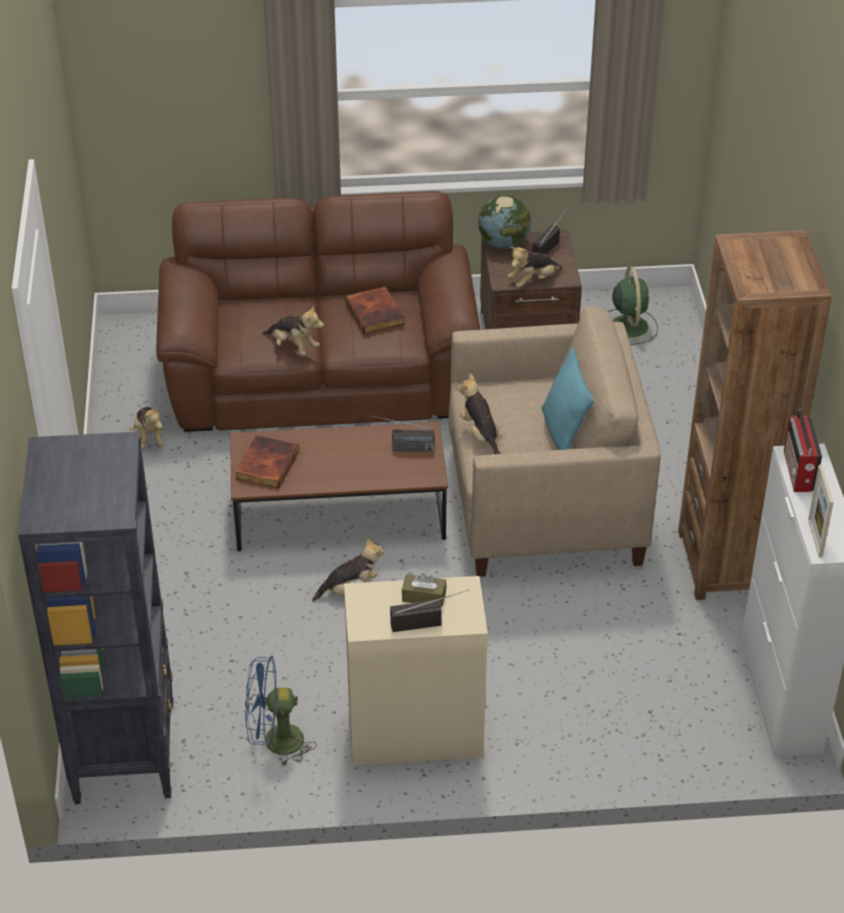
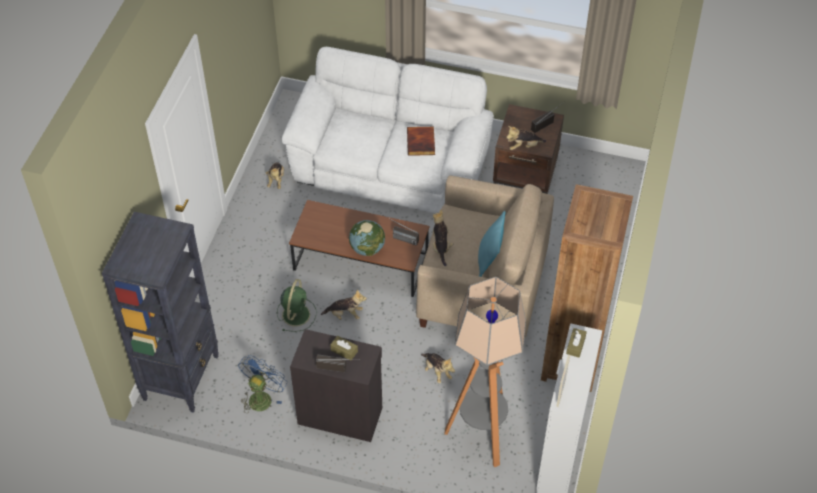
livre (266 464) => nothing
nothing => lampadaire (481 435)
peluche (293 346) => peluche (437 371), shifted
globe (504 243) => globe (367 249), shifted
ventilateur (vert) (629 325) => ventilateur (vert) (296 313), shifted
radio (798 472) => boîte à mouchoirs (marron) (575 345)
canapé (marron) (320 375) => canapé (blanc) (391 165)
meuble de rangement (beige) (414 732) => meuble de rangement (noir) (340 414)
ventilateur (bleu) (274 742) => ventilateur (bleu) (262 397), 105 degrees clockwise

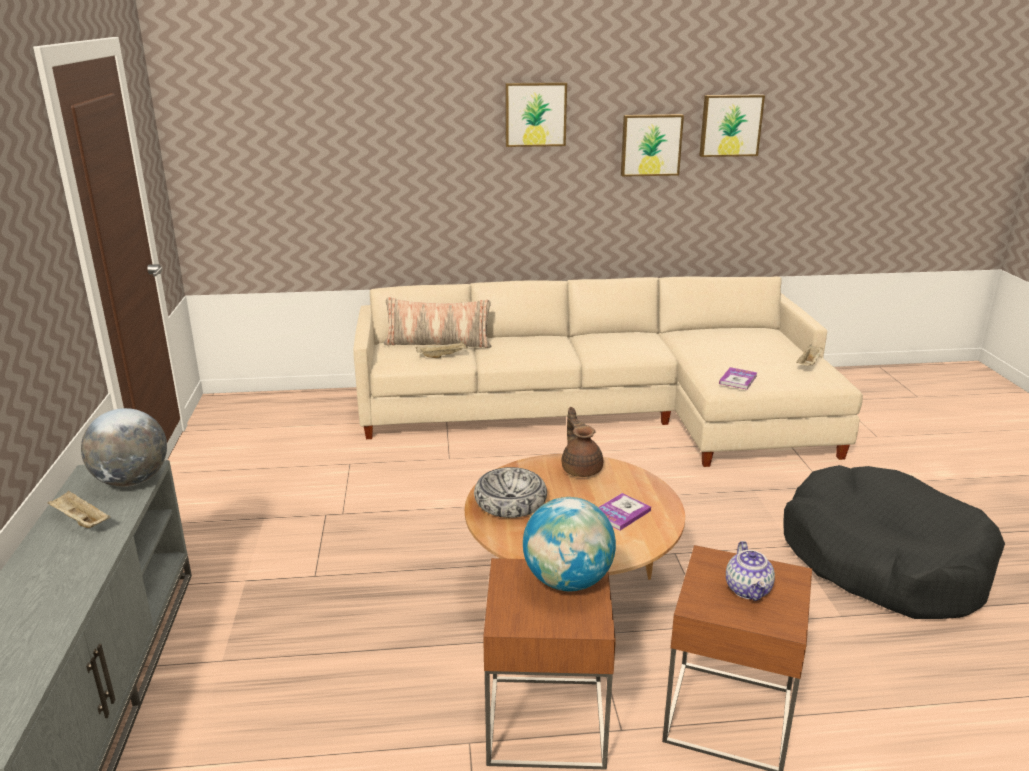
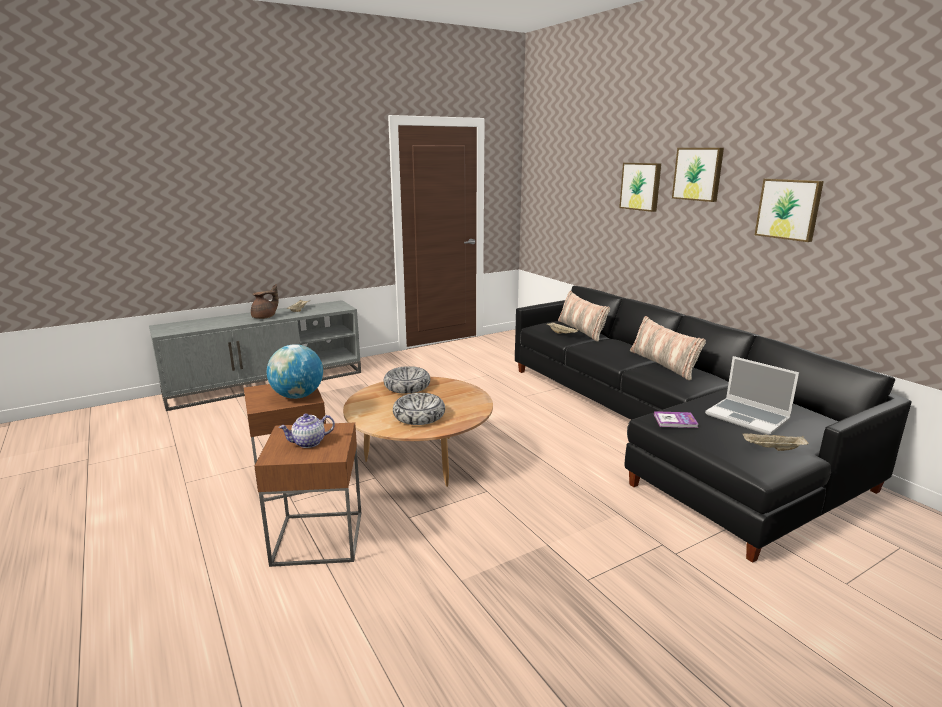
globe (131 481) => nothing
panier pour chien (noir) (883 561) => nothing
nothing => coussin (663 364)
nothing => ordinateur portable (748 417)
théière (marron) (581 468) => théière (marron) (265 317), shifted
tableau (730 125) => tableau (641 186), shifted
livre (621 513) => bol (419 416)
canapé (beige) (611 411) => canapé (noir) (667 431)

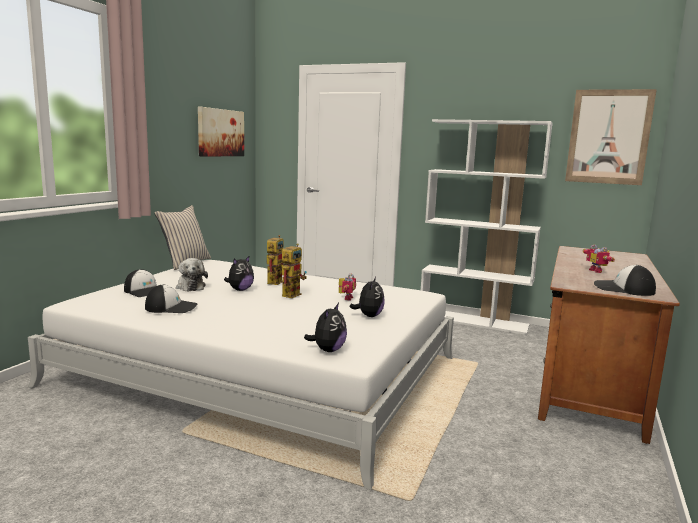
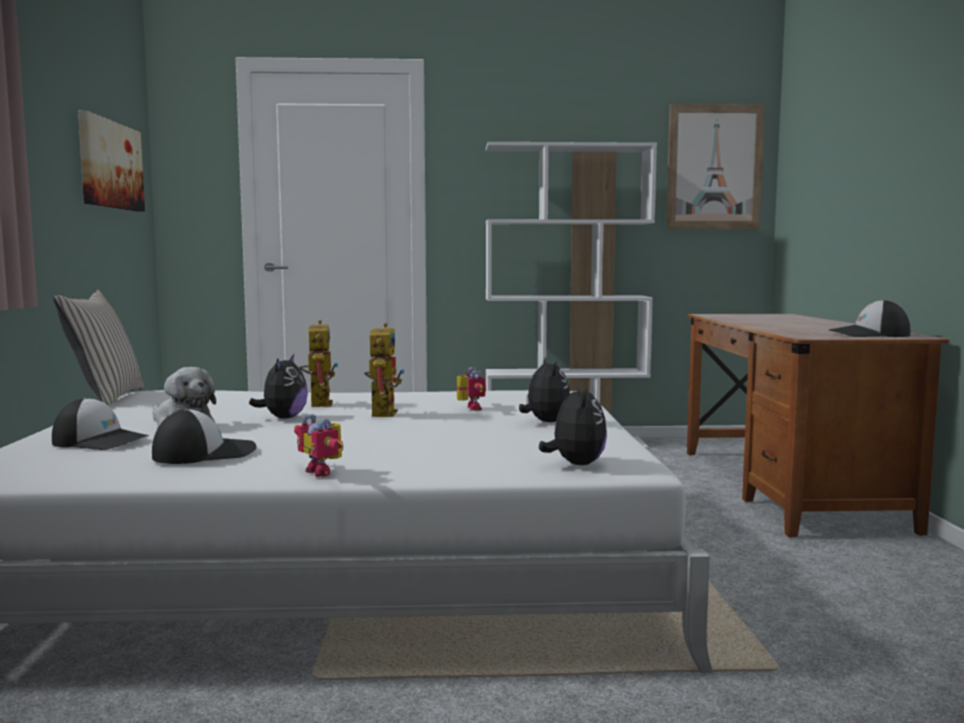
robot jouet (598 271) => robot jouet (324 471), shifted

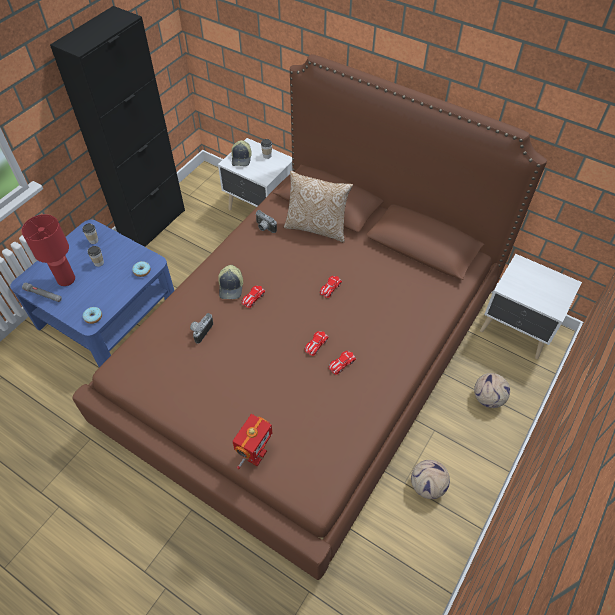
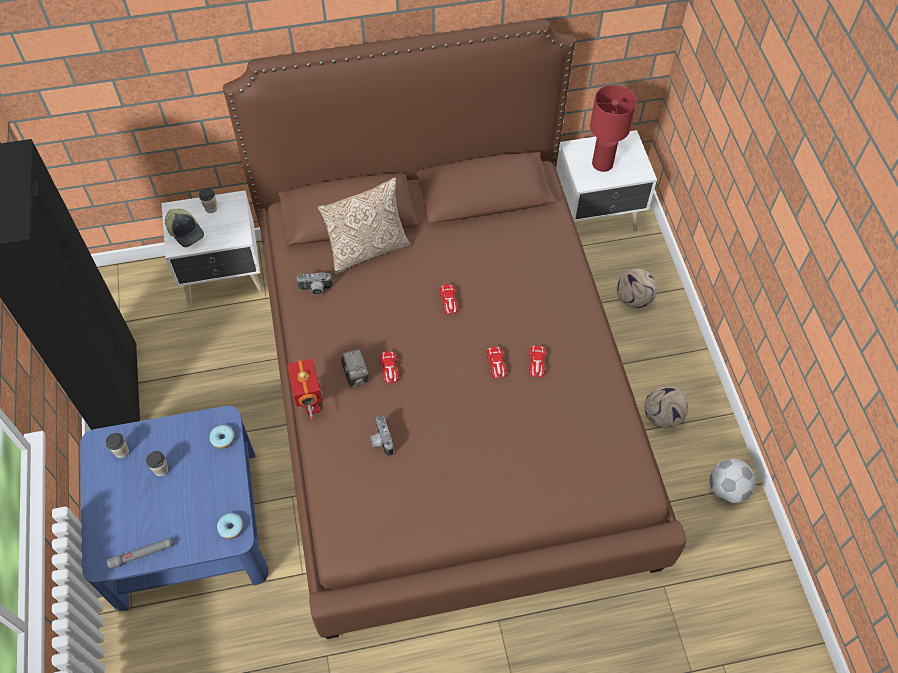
nothing => ballon de foot (727 490)
lampe de table (rouge) (66 280) => lampe de table (rouge) (603 164), shifted
robot jouet (256 455) => robot jouet (310 405), shifted
casquette (231 287) => appareil photo (356 375)

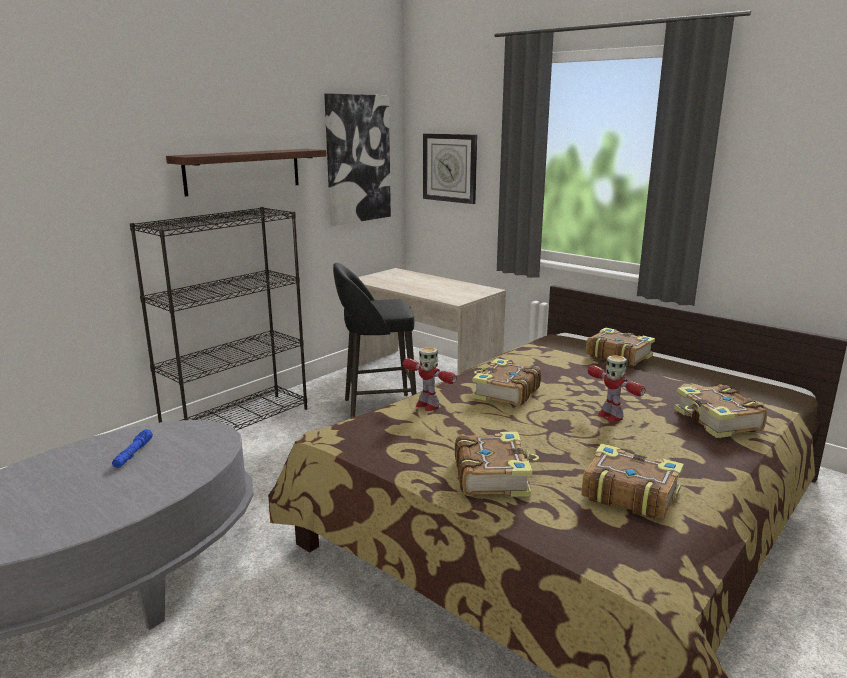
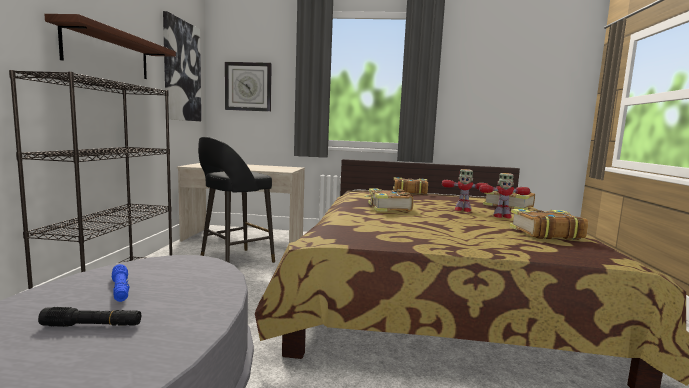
livre (493 476) => nothing
nothing => lampe de poche (noir) (92 325)
robot jouet (427 405) => robot jouet (501 216), shifted

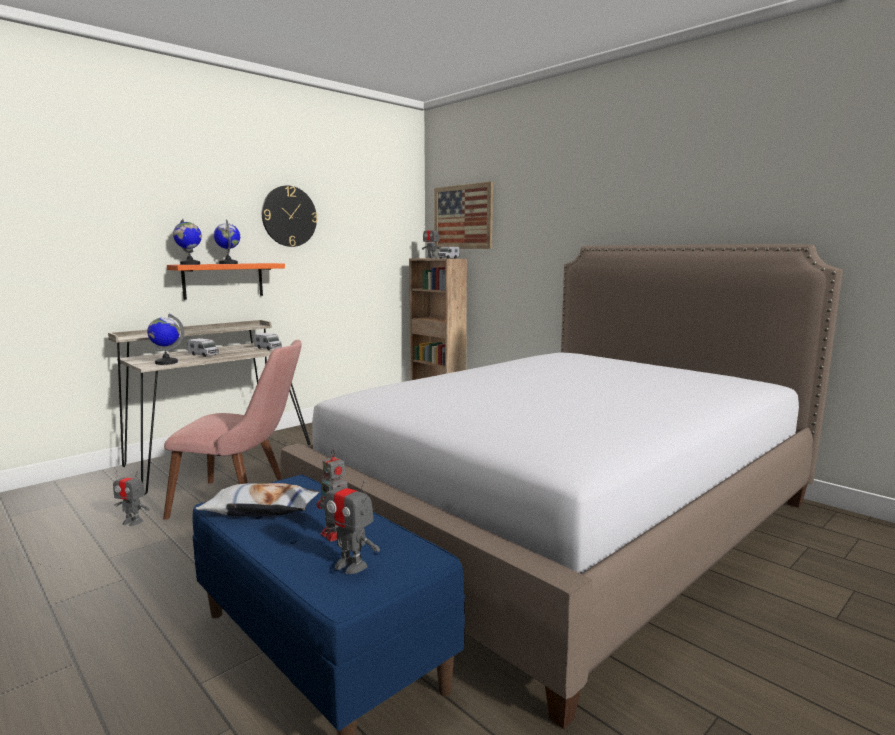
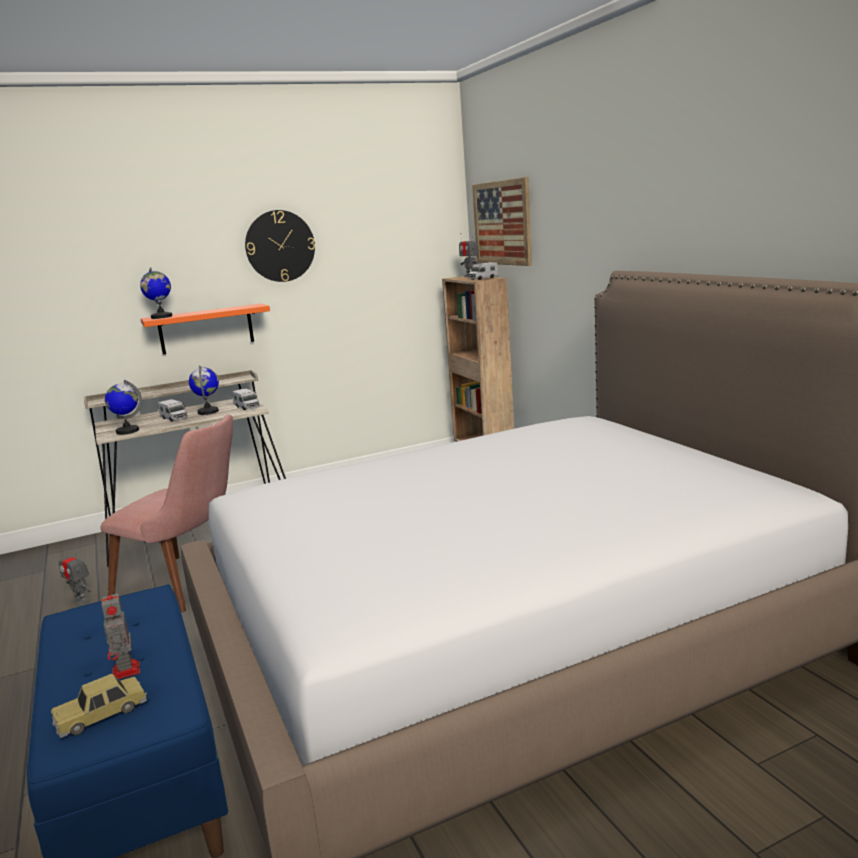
coussin (261 509) => nothing
globe (228 263) => globe (208 412), shifted
robot jouet (351 565) => petite voiture (102 715)

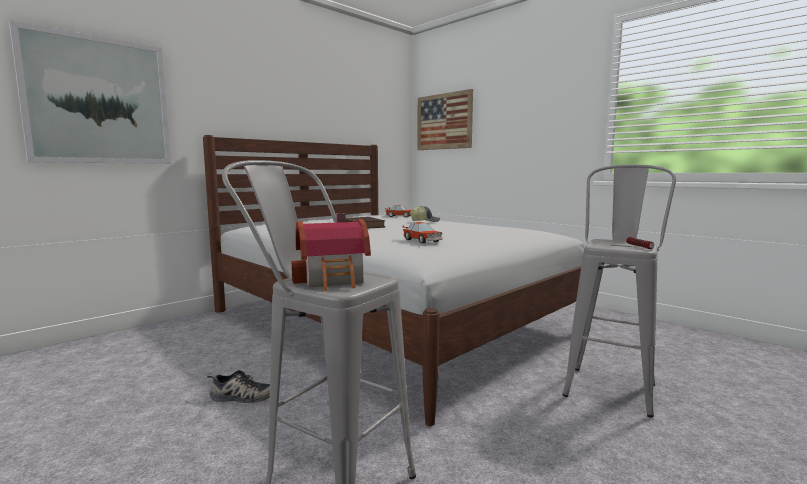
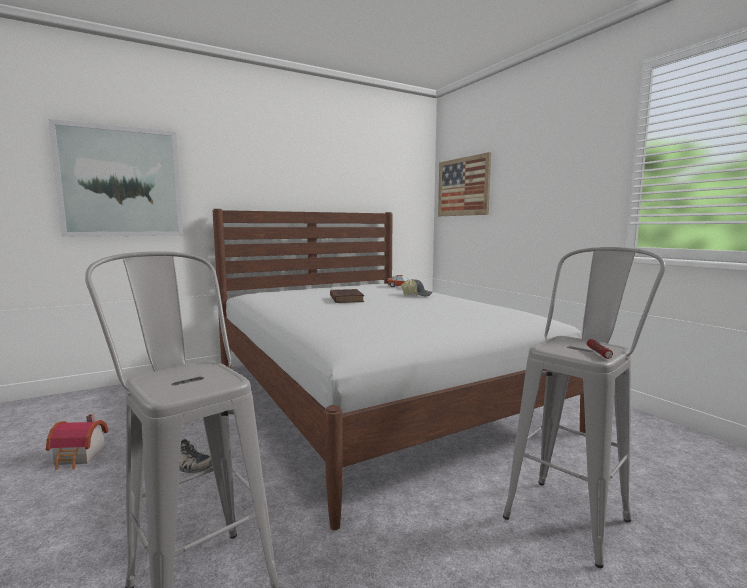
petite voiture (422 241) => nothing
maison miniature (335 280) => maison miniature (79 457), shifted

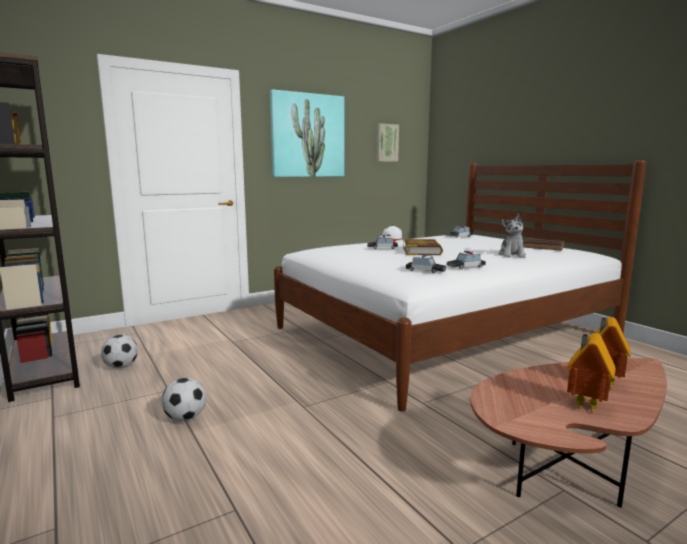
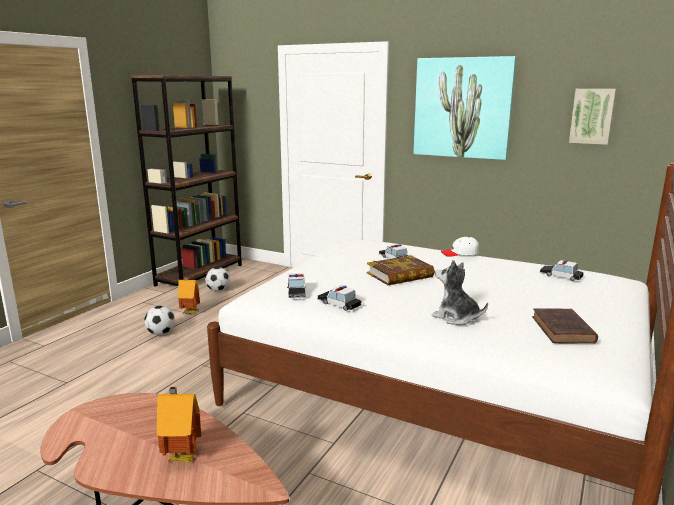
maison miniature (584 406) => maison miniature (190 312), shifted
peluche (512 255) => peluche (456 318), 60 degrees clockwise

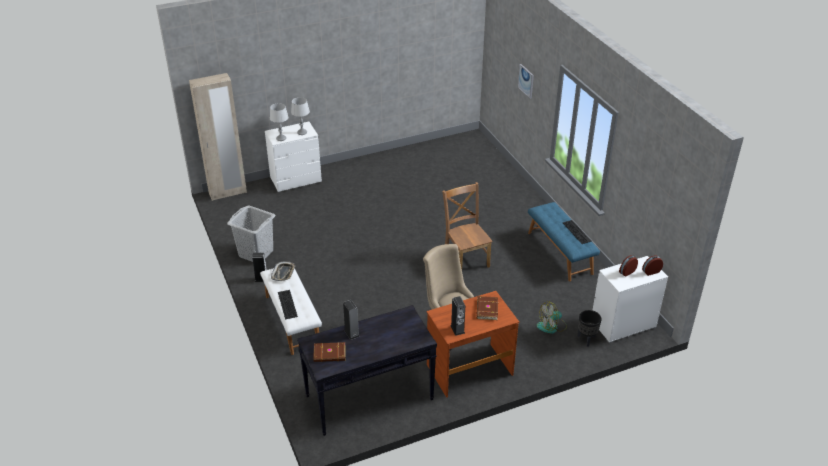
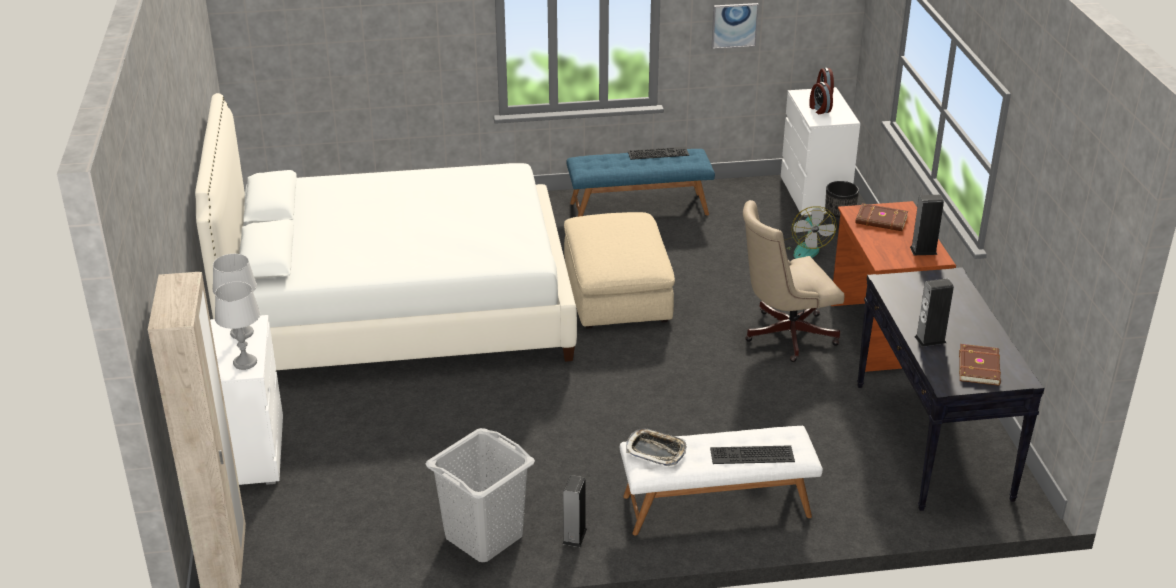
nothing => lit (blanc) (397 308)
tableau (526 81) => tableau (734 25), shifted
chaise (marron) (466 259) => pouf (beige) (616 291)

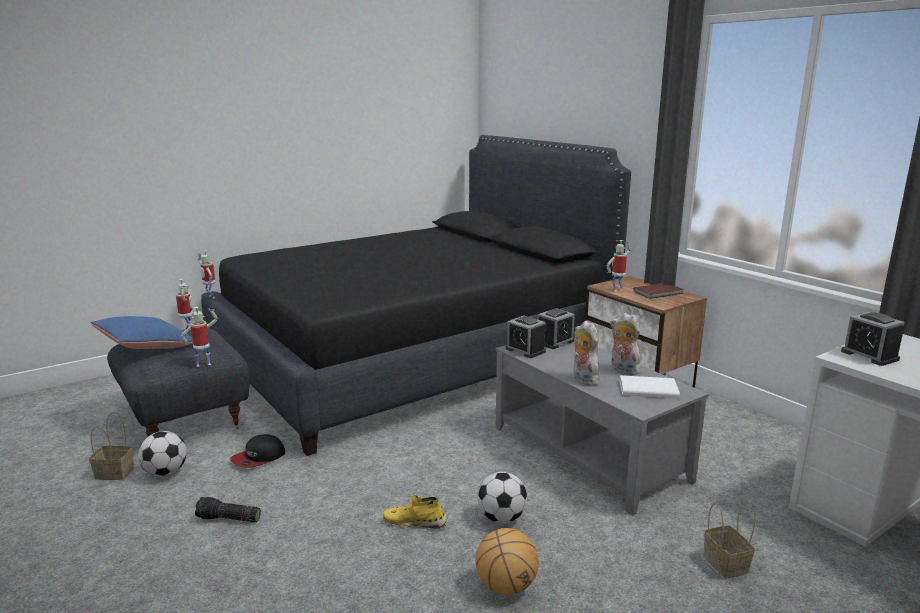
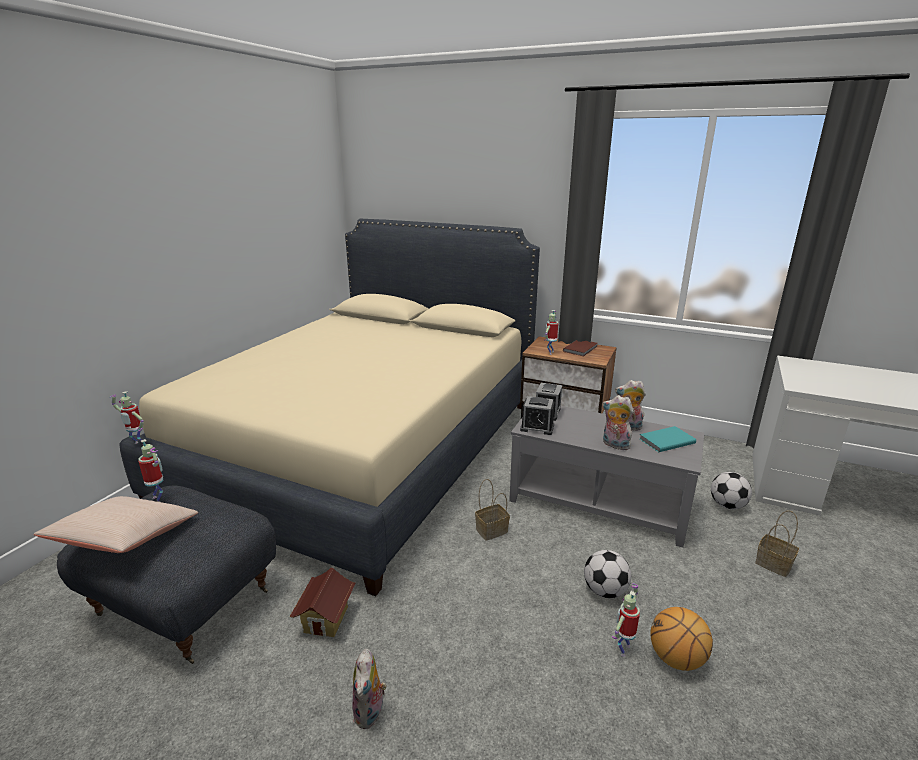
chaussure (jaune) (415 522) => nothing
réveil (869 355) => nothing
panier (116 472) => panier (492 530), shifted
ballon de foot (165 472) => ballon de foot (727 505), shifted
robot jouet (204 364) => robot jouet (623 648), shifted
lampe de poche (228 519) => peluche (370 712)
casquette (258 458) => maison miniature (327 619)
coussin (bleu) (146 347) => coussin (beige) (126 539)
lit (noir) (414 357) => lit (beige) (368 449)
livre (blanc) (647 389) => livre (turquoise) (665 440)

